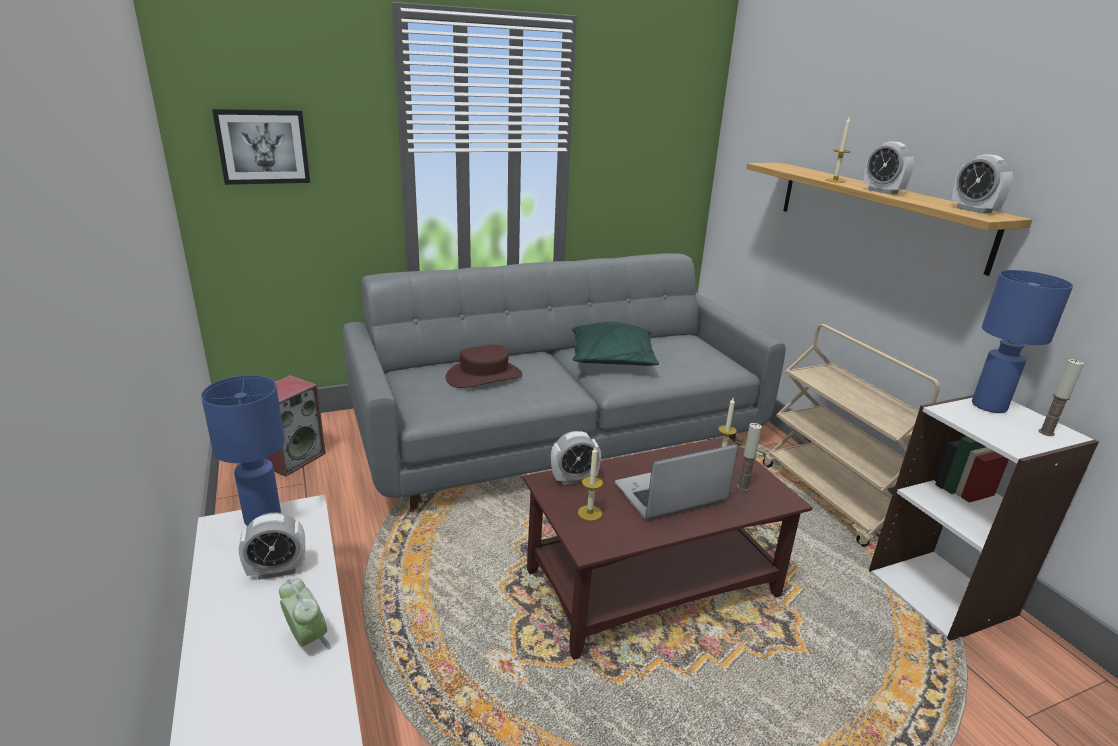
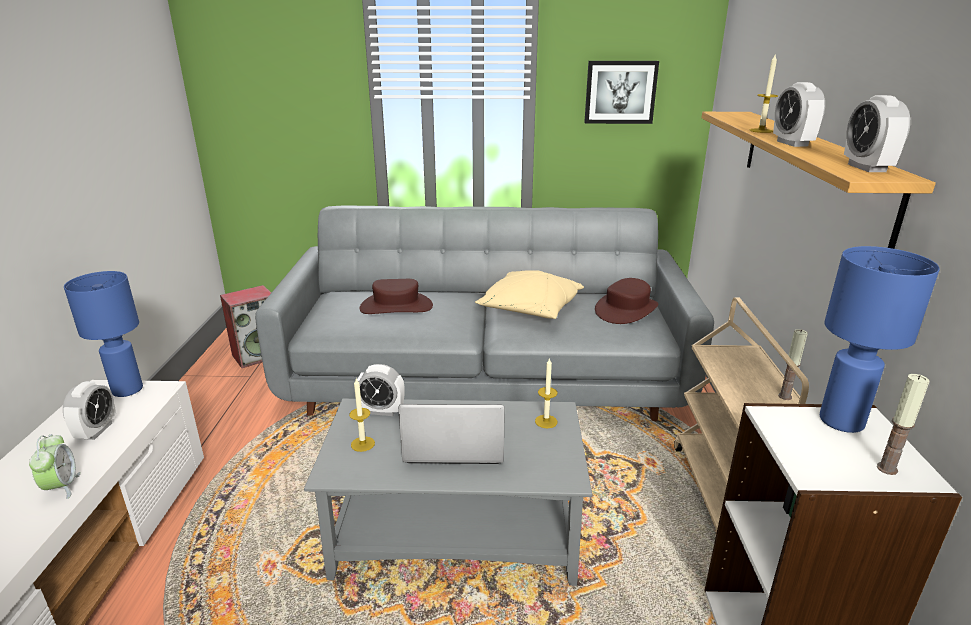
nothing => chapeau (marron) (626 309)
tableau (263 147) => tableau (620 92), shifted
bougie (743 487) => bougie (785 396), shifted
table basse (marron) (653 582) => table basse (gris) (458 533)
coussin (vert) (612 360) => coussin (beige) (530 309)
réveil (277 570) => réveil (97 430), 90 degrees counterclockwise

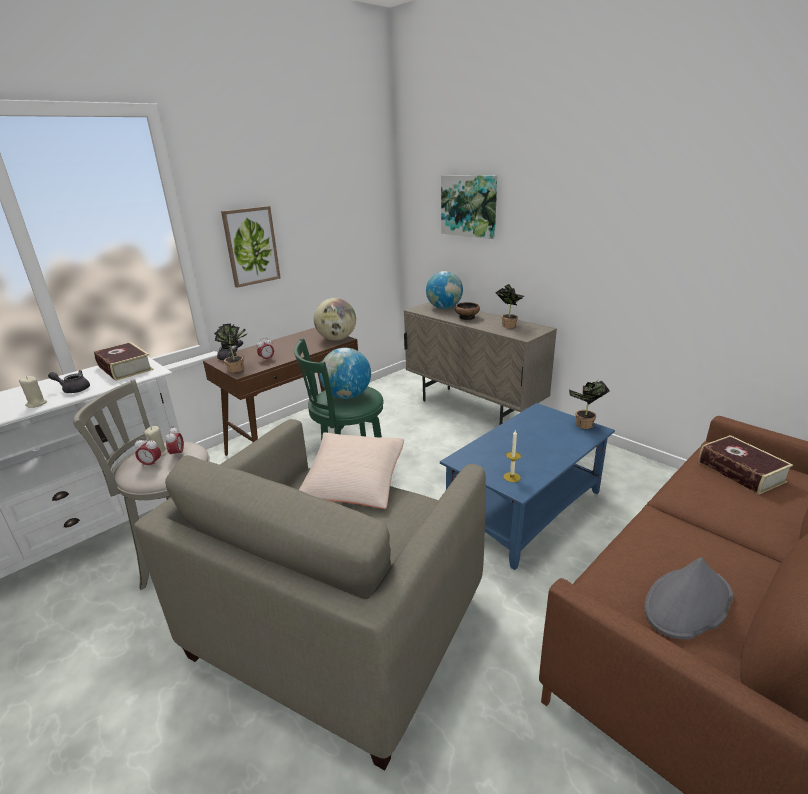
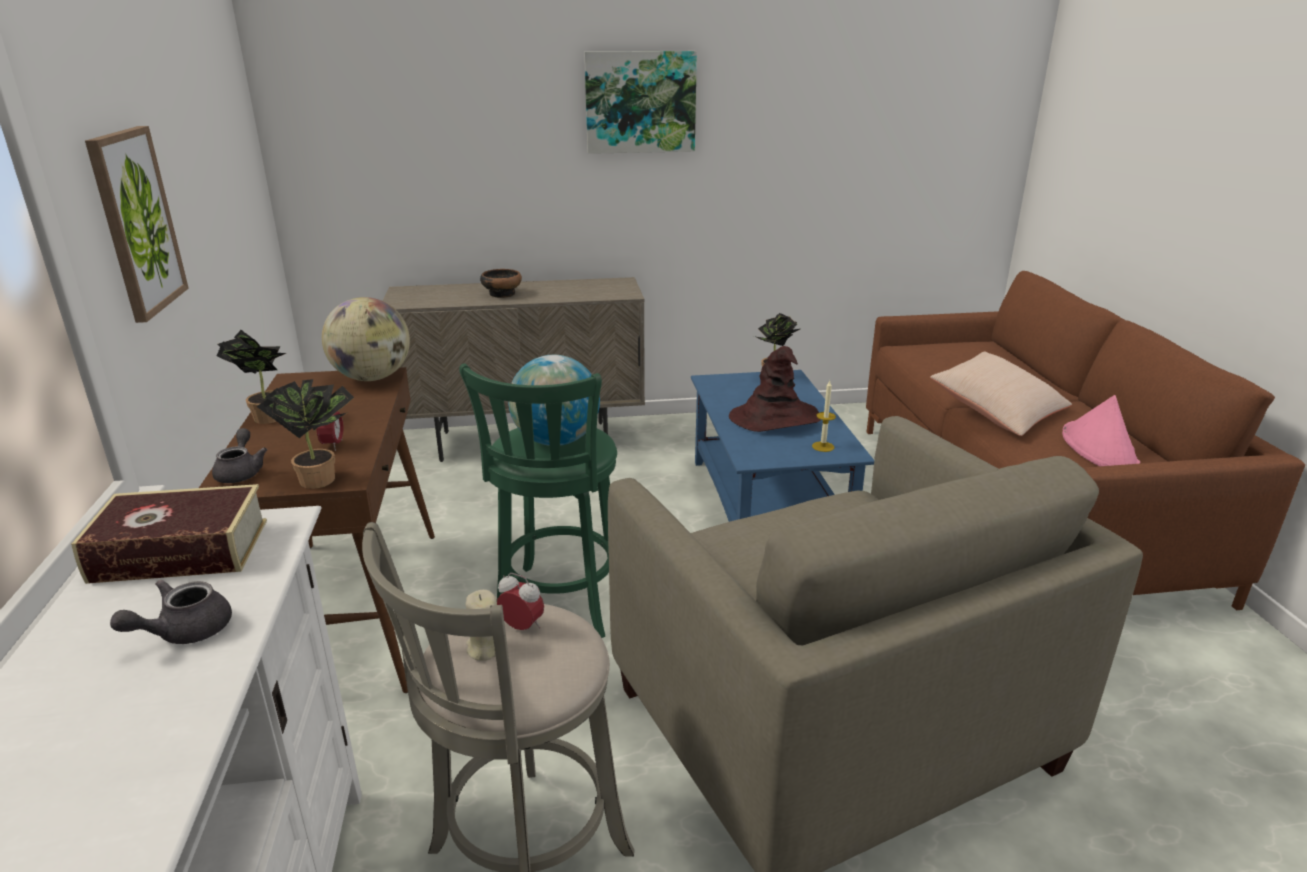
bougie (beige) (36 404) => nothing
réveil (151 464) => nothing
globe (444 308) => nothing
livre (740 471) => nothing
nothing => chapeau (marron) (774 418)
coussin (beige) (353 483) => coussin (beige) (997 411), shifted
tableau (469 206) => tableau (640 102), shifted
plante en pot (507 325) => plante en pot (265 417), shifted
chapeau (gris) (687 603) => chapeau (rose) (1099 448)

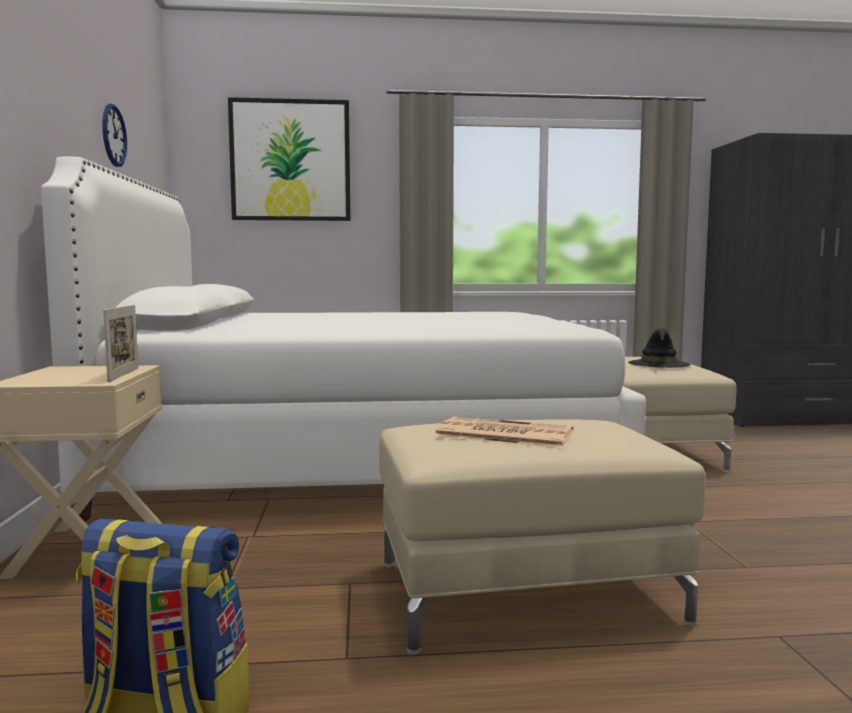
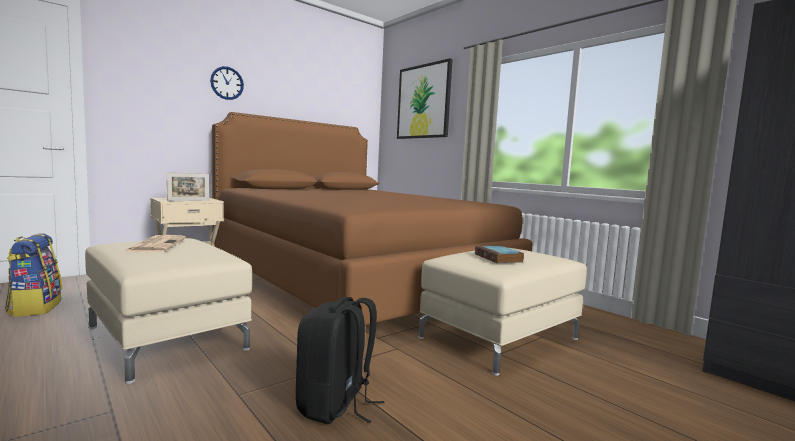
nothing => sac à dos (noir) (336 406)
horloge murale (113 135) => horloge murale (227 83), shifted
chapeau (noir) (659 364) => livre (499 258)
lit (blanc) (362 459) => lit (marron) (355 279)

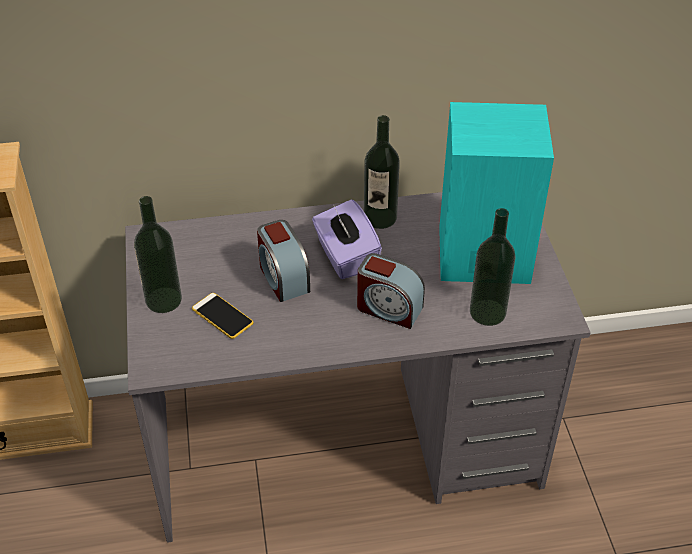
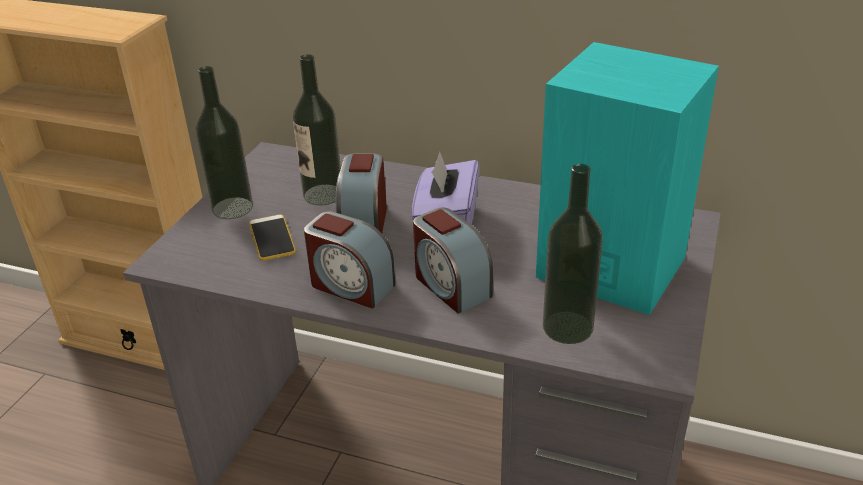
nothing => réveil (351 285)
bouteille (380 217) => bouteille (323 195), shifted

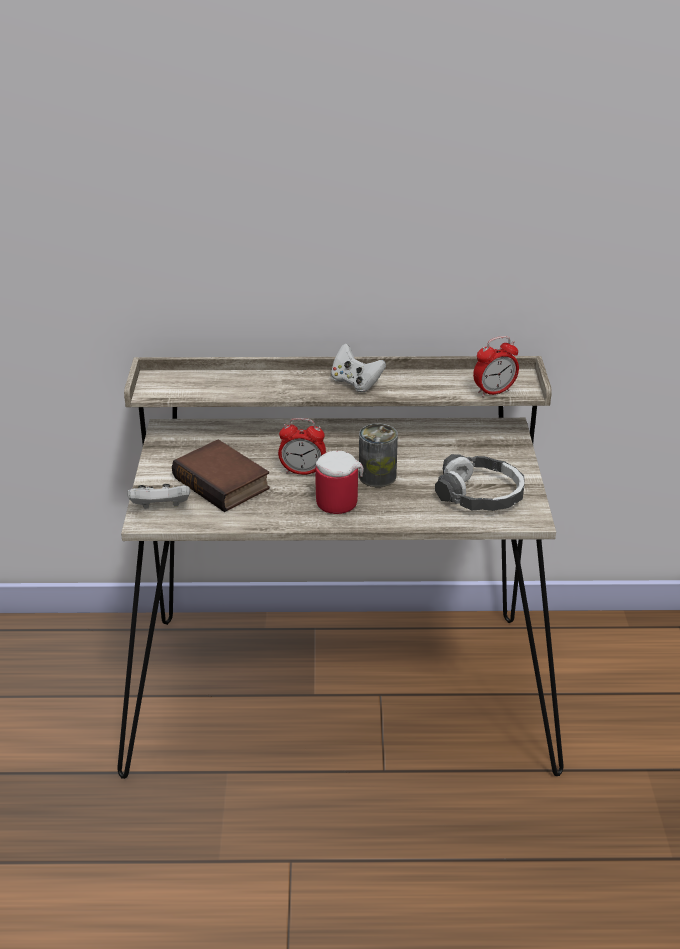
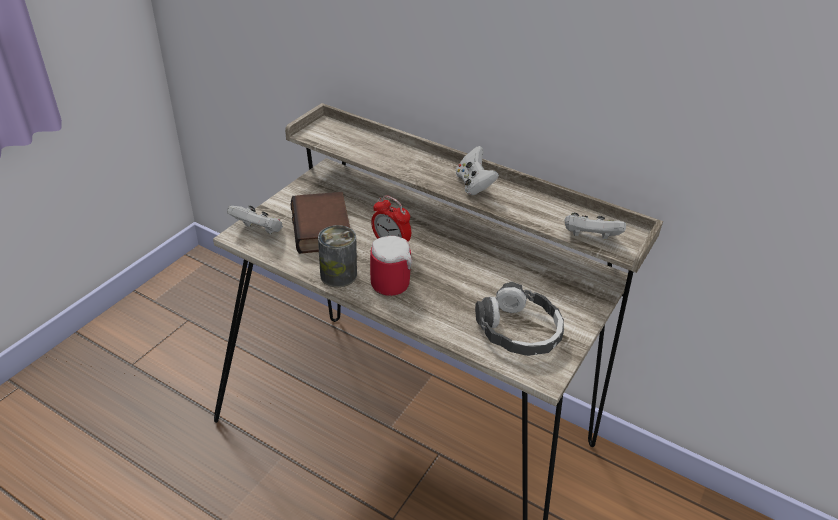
boîte métallique (377 476) => boîte métallique (338 275), shifted
réveil (494 391) => manette (blanc) (590 238)

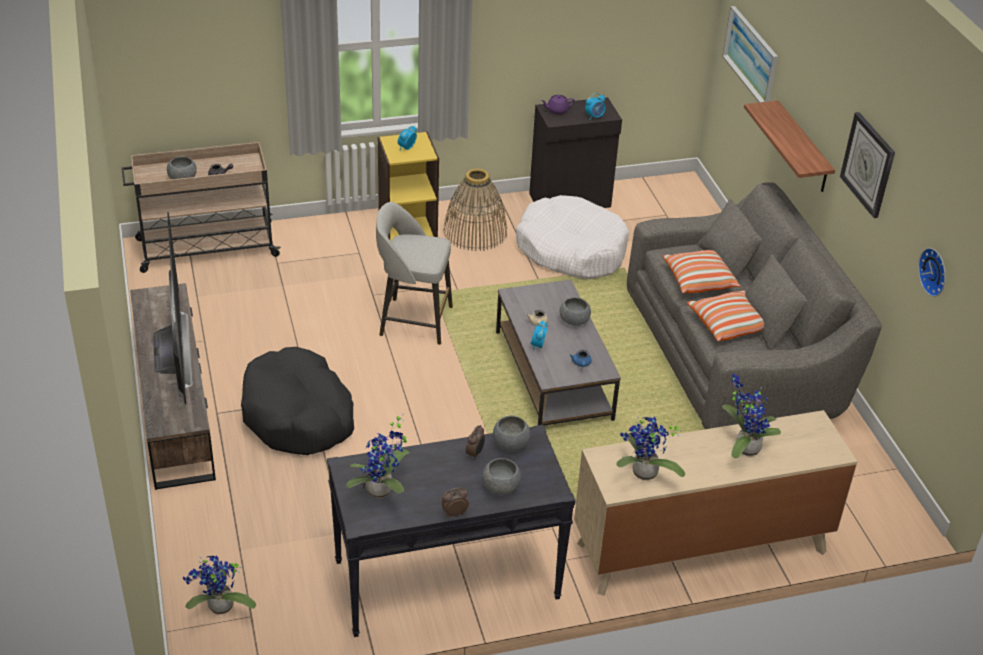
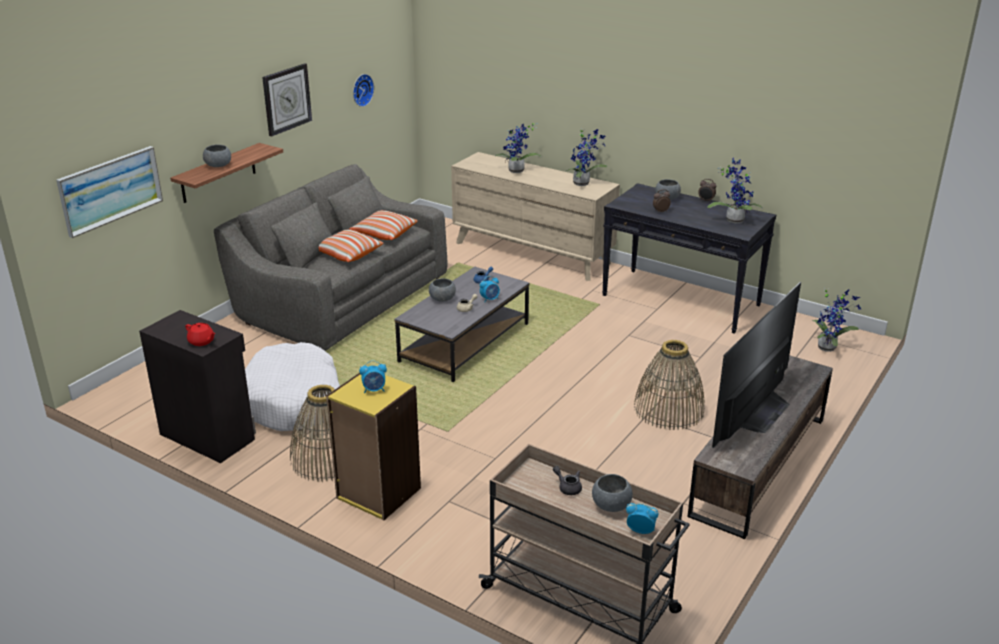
tabouret (gris) (413 320) => nothing
bol (gris) (510 443) => bol (gris) (218 165), shifted
réveil (594 116) => réveil (640 530), shifted
panier pour chien (noir) (298 415) => panier (669 409)
théière (violet) (557 110) => théière (rouge) (201 342)

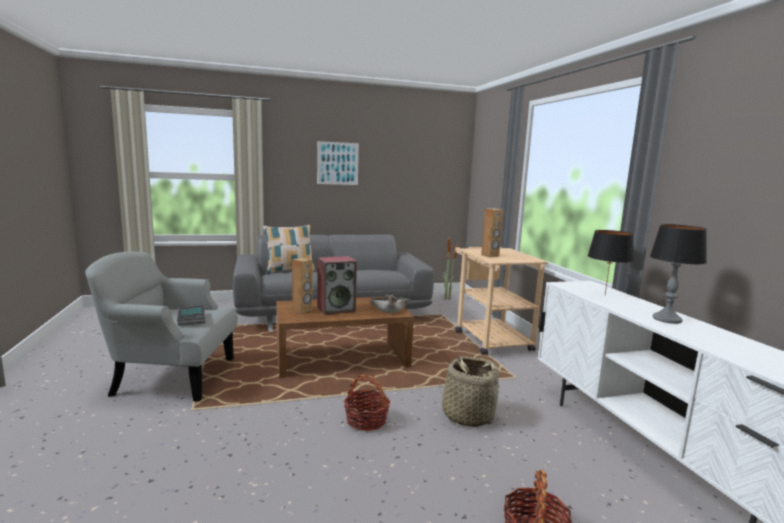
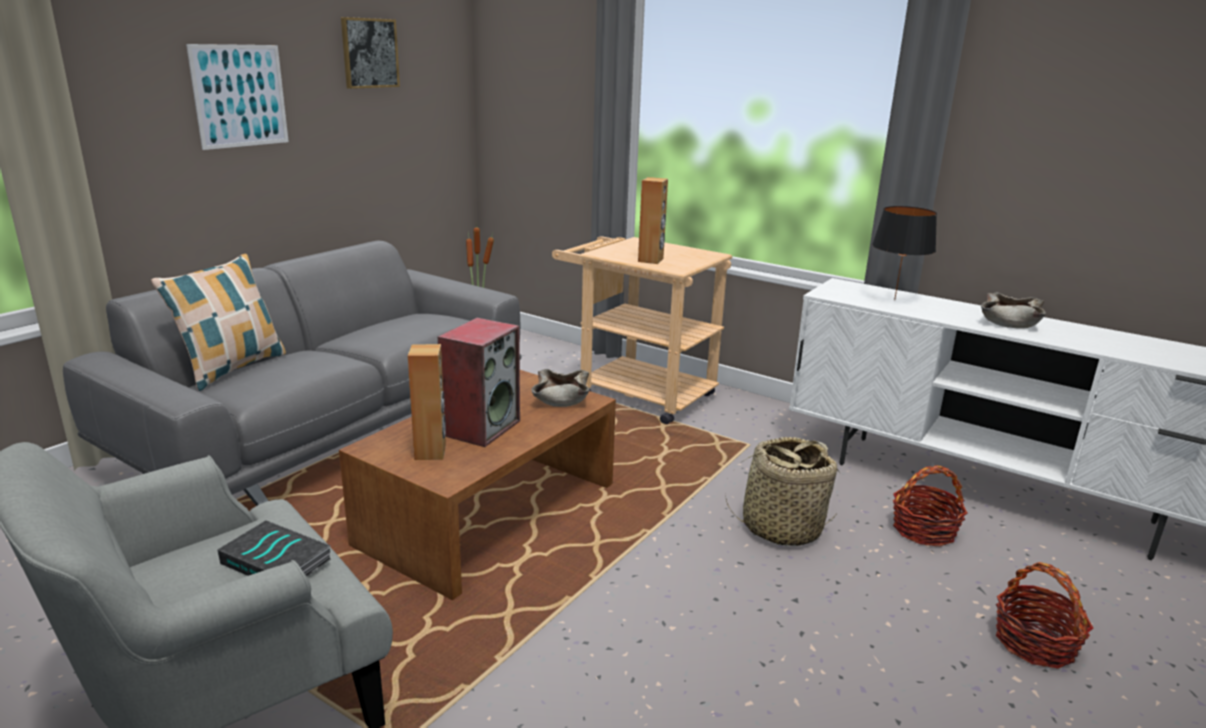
nothing => tableau (370 53)
panier (366 420) => panier (924 530), shifted
lampe de table (667 319) => bol (beige) (1008 322)

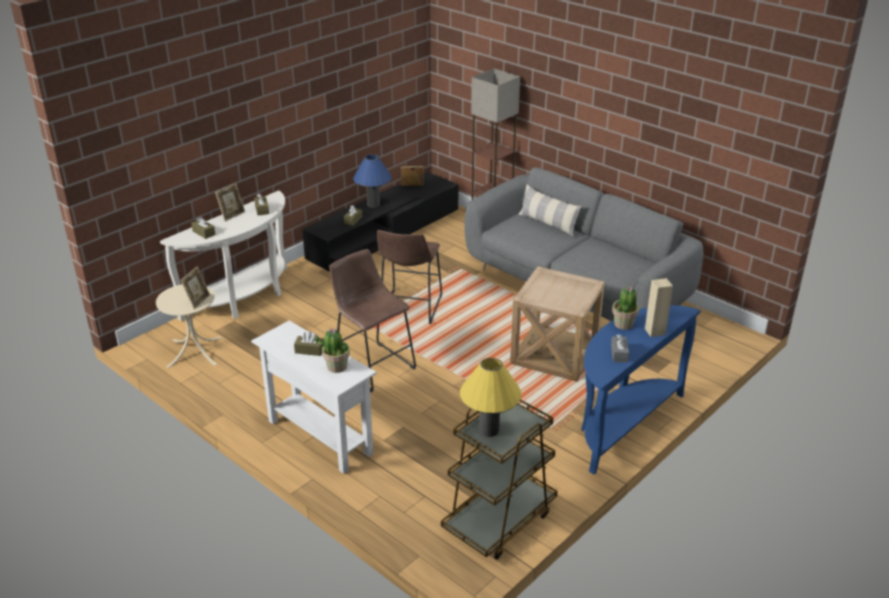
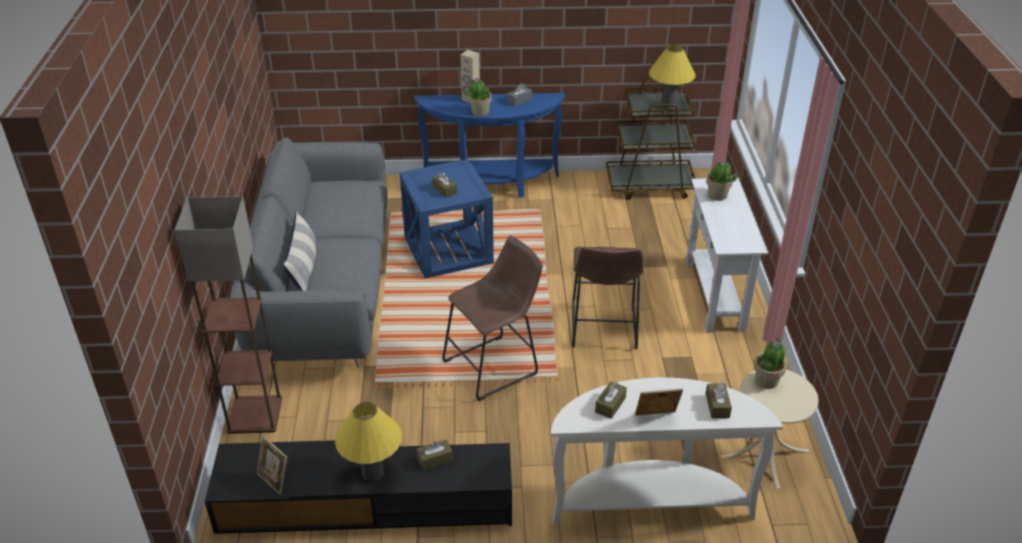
boîte à mouchoirs (marron) (309 350) => boîte à mouchoirs (marron) (444 190), shifted
cadre photo (198 301) => plante en pot (767 380)
lampe de table (bleu) (373 204) => lampe de table (jaune) (373 473)
table d'appoint (beige) (554 354) => table d'appoint (bleu) (448 250)

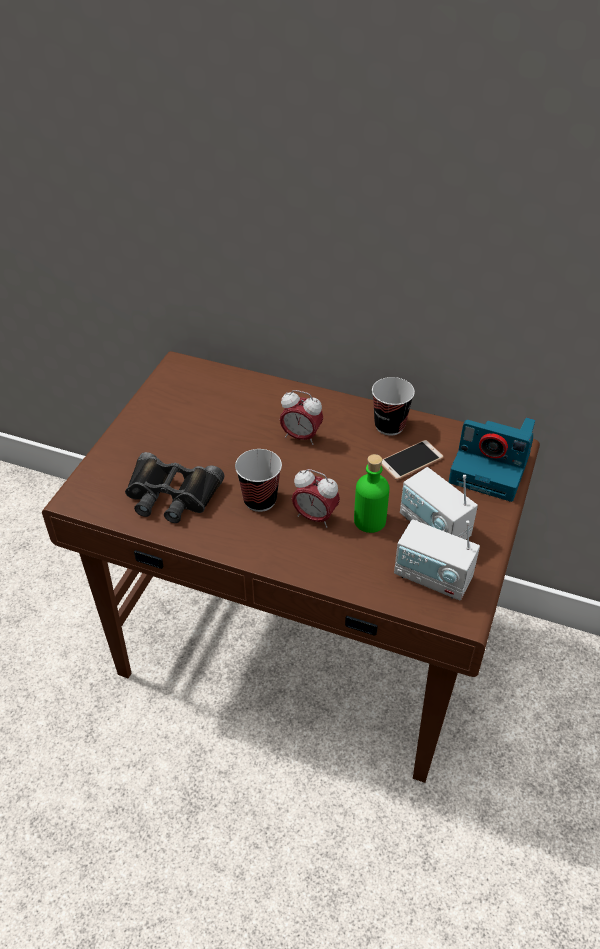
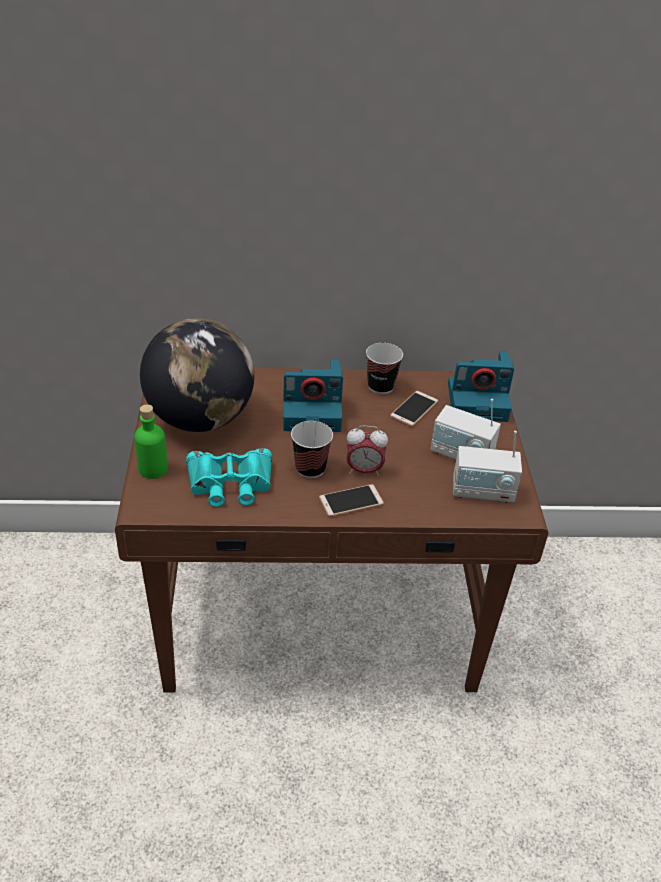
nothing => globe (200 419)
nothing => téléphone (351 501)
bouteille (vert) (369 520) => bouteille (vert) (153 469), shifted
réveil (301 437) => appareil photo (313 411)
jumelles (noir) (171 495) => jumelles (turquoise) (230 483)

